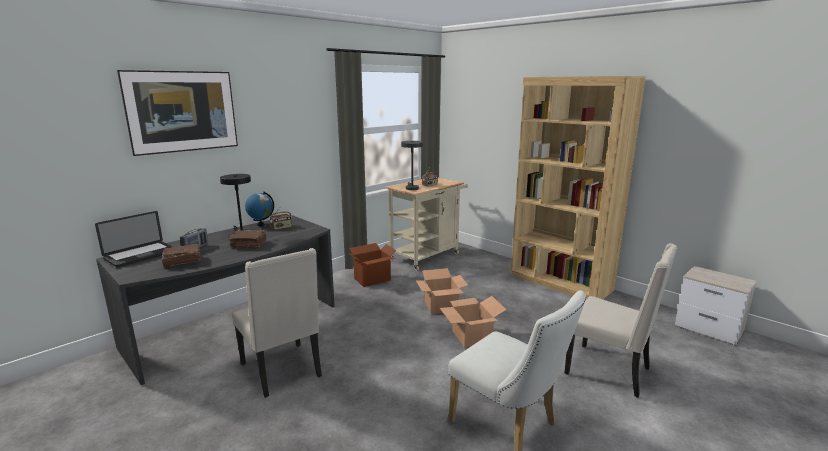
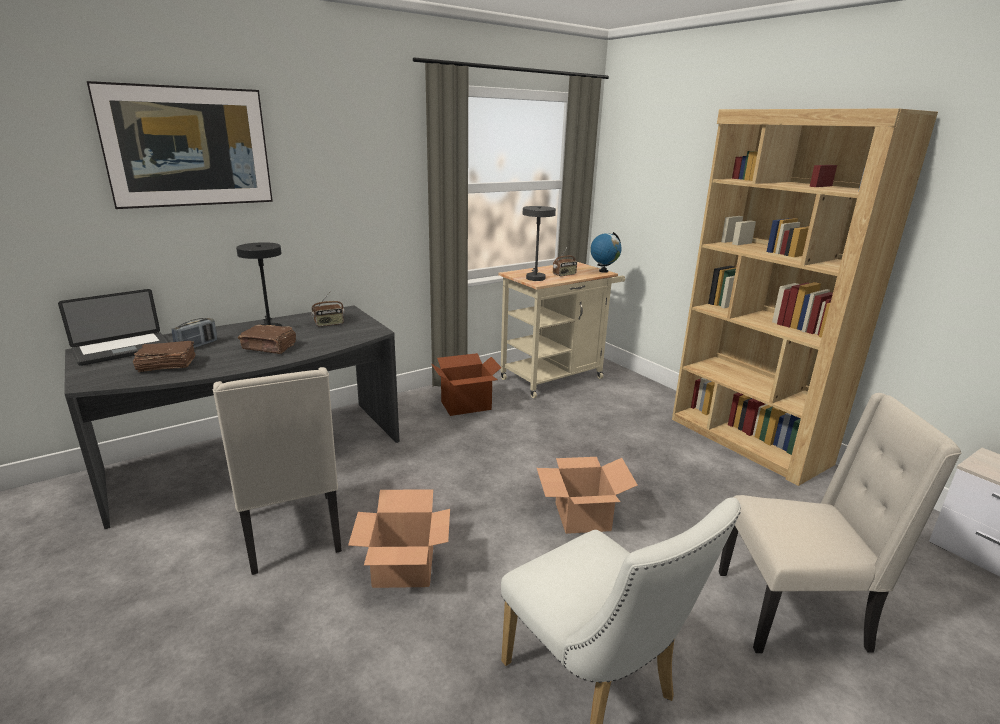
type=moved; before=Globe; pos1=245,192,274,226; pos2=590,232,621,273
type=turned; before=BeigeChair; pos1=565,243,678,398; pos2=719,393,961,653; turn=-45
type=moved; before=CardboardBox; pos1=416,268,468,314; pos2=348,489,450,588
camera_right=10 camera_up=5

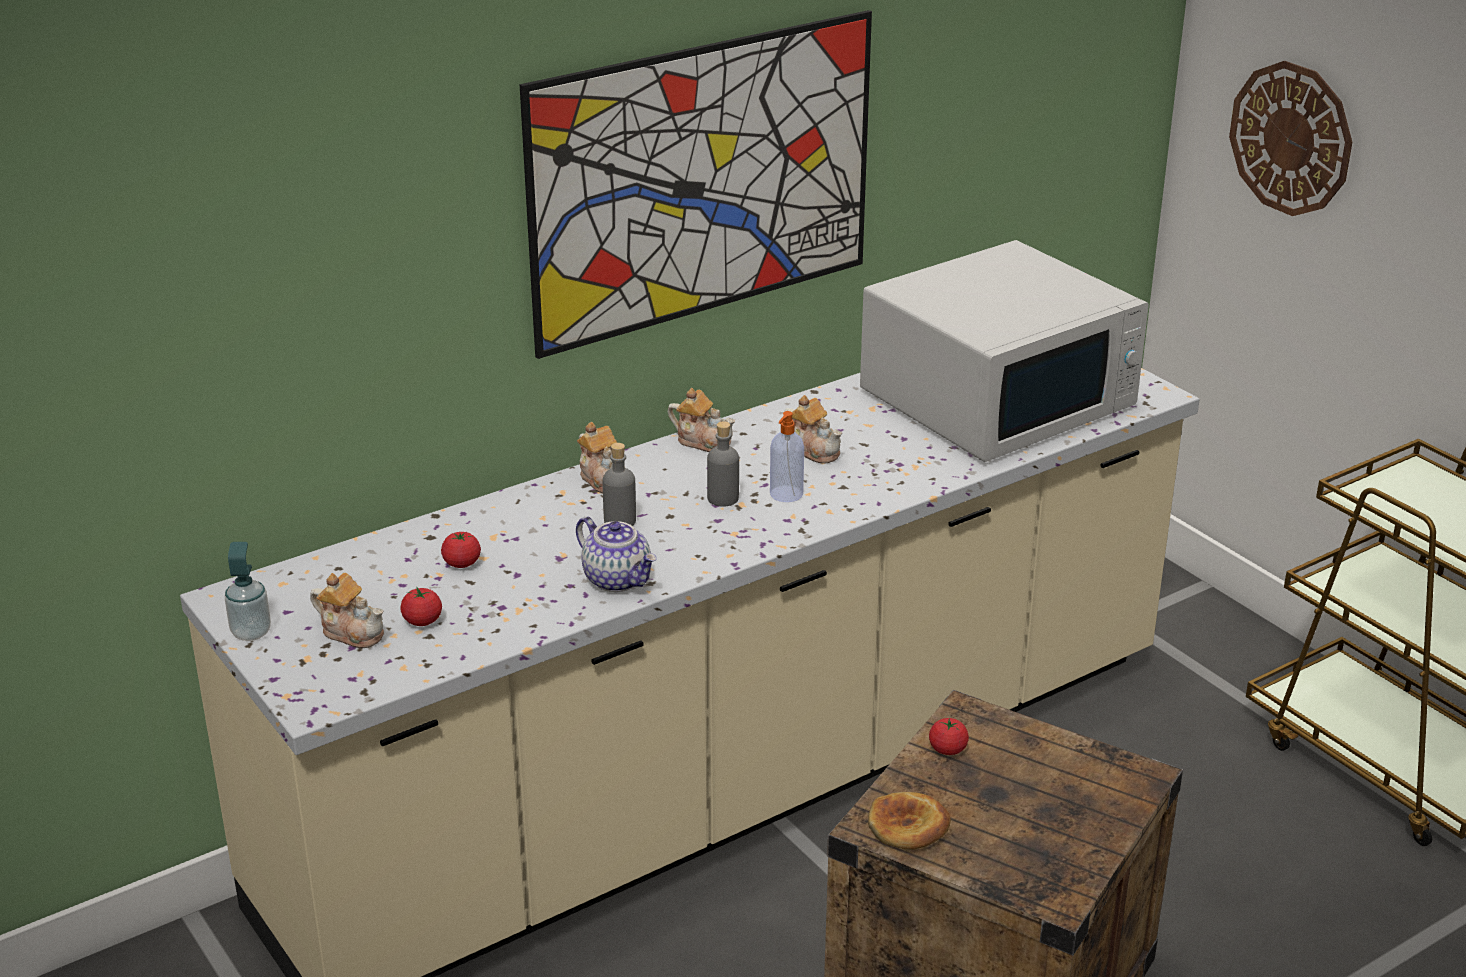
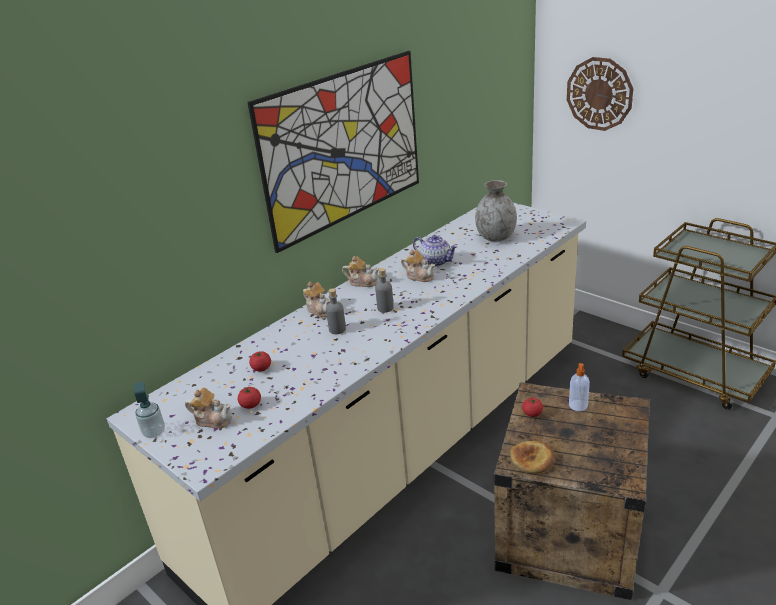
type=replaced; before=WhiteMicrowave; after=GreyVase; pos1=860,240,1149,462; pos2=475,180,517,241
type=moved; before=SoapDispenser; pos1=770,411,804,502; pos2=569,363,590,411
type=moved; before=Teapot; pos1=576,516,657,592; pos2=413,235,458,267
camera_right=-10 camera_up=0

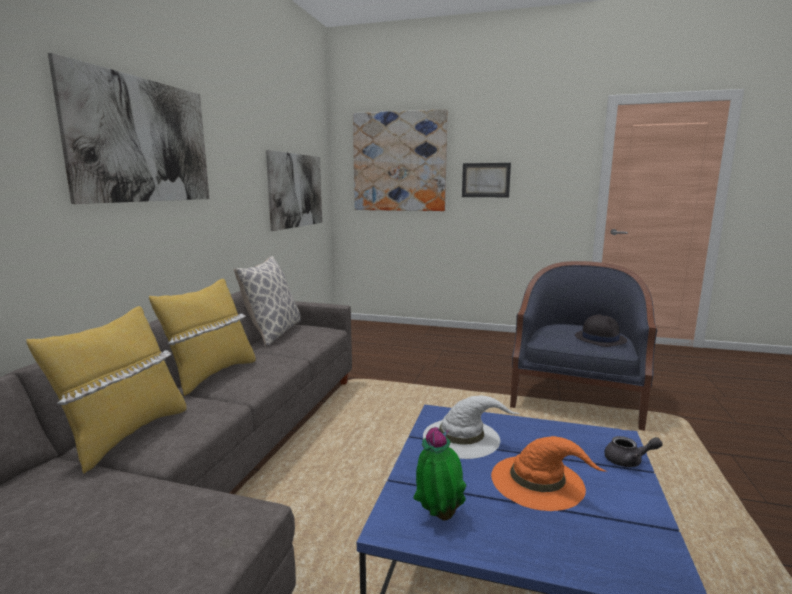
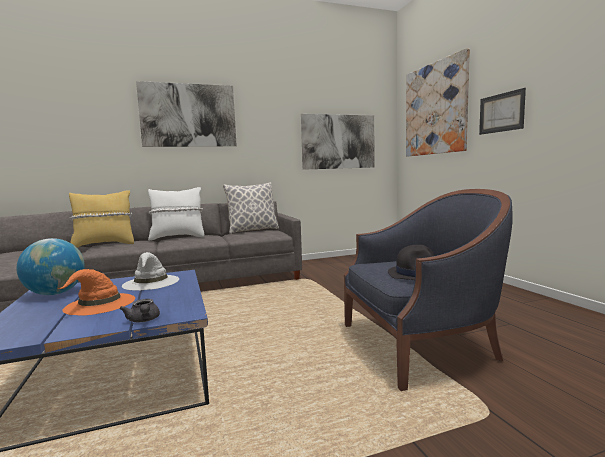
type=recoloured; before=YellowPillow; after=WhitePillow; pos1=149,279,256,396; pos2=148,187,204,241
type=replaced; before=PottedPlant; after=Globe; pos1=413,427,466,520; pos2=16,238,85,295
camera_right=55 camera_up=-5

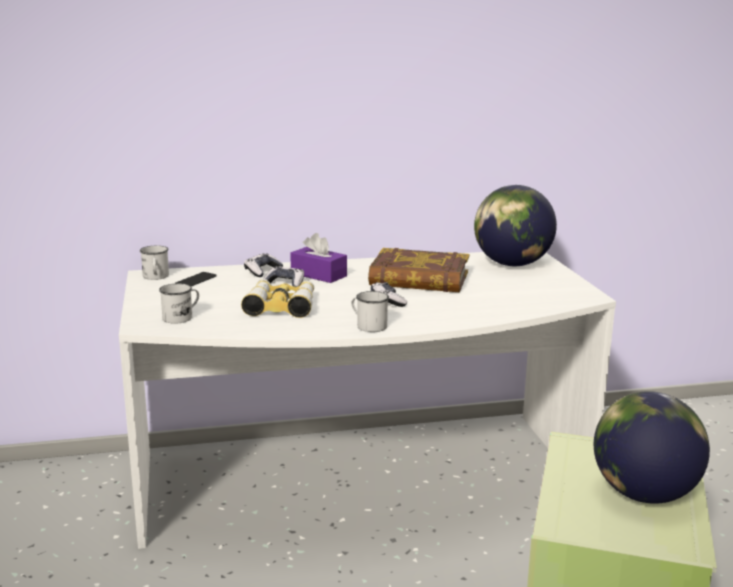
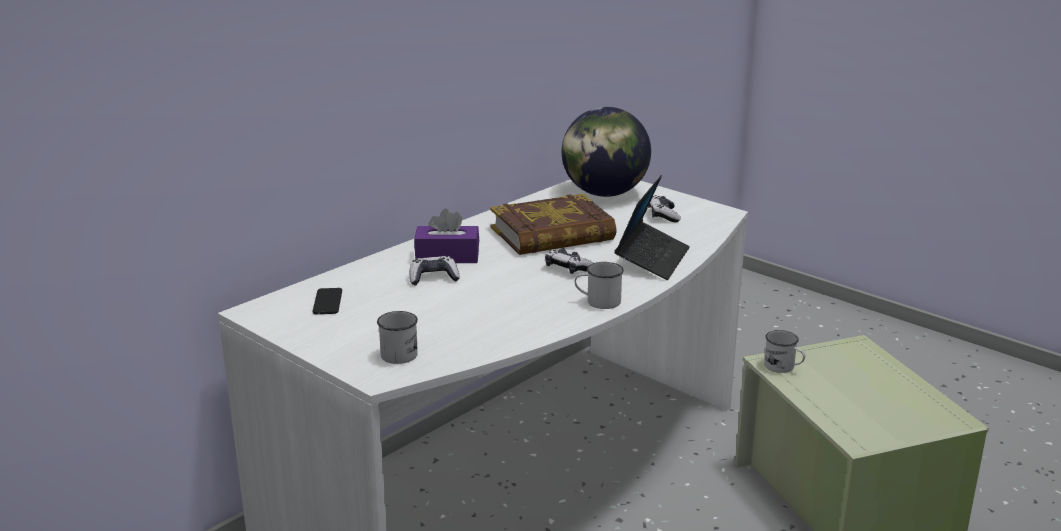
type=moved; before=WhiteMug; pos1=140,245,169,280; pos2=764,330,805,373
type=moved; before=GameController; pos1=244,253,283,277; pos2=648,195,681,222
type=removed; before=Binoculars; pos1=241,279,314,318
type=removed; before=Globe; pos1=594,391,710,504
type=added; after=Laptop; pos2=615,175,690,280
camera_right=-35 camera_up=5

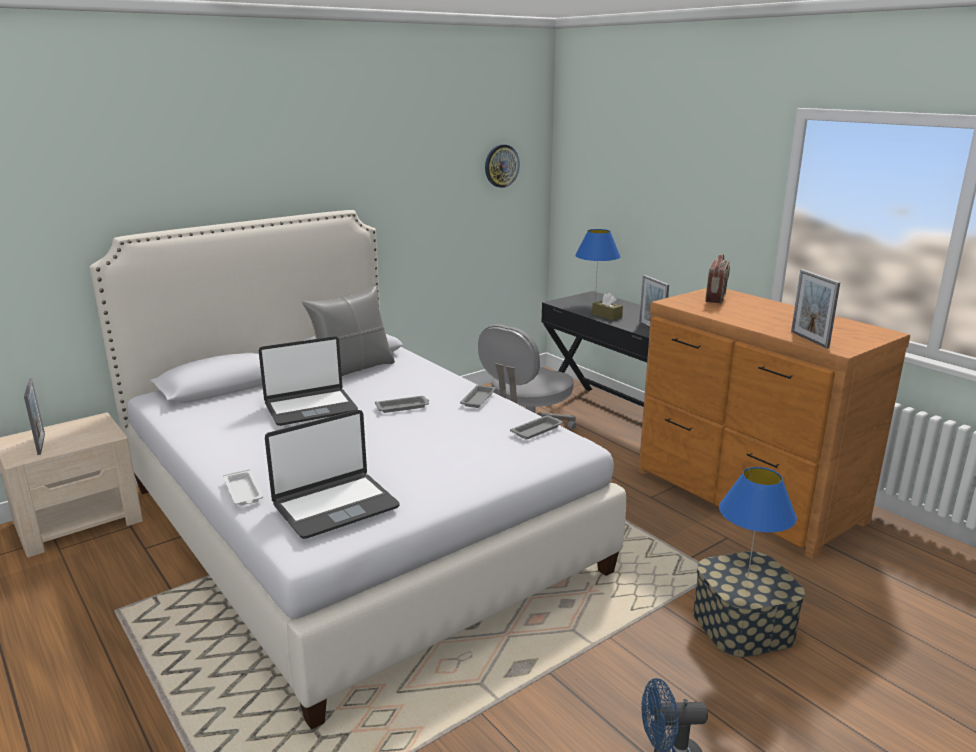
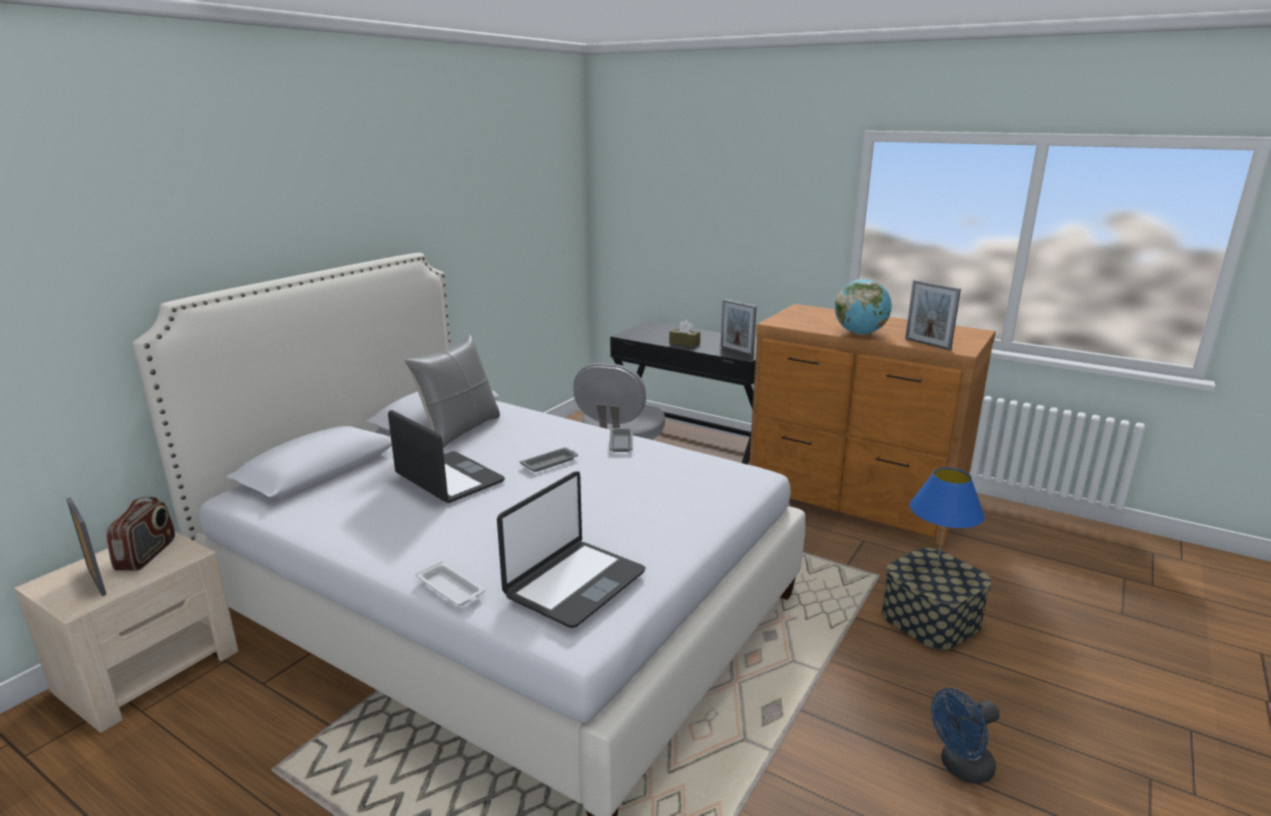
type=removed; before=WallClock; pos1=485,144,520,188
type=removed; before=BlueTableLamp; pos1=575,229,620,301
type=moved; before=Radio; pos1=705,255,730,303; pos2=106,497,175,571
type=turned; before=Laptop; pos1=259,336,358,426; pos2=388,410,505,503; turn=-90
type=removed; before=GreyTray; pos1=510,415,563,439
type=added; after=Globe; pos2=835,279,892,335
camera_right=-20 camera_up=0

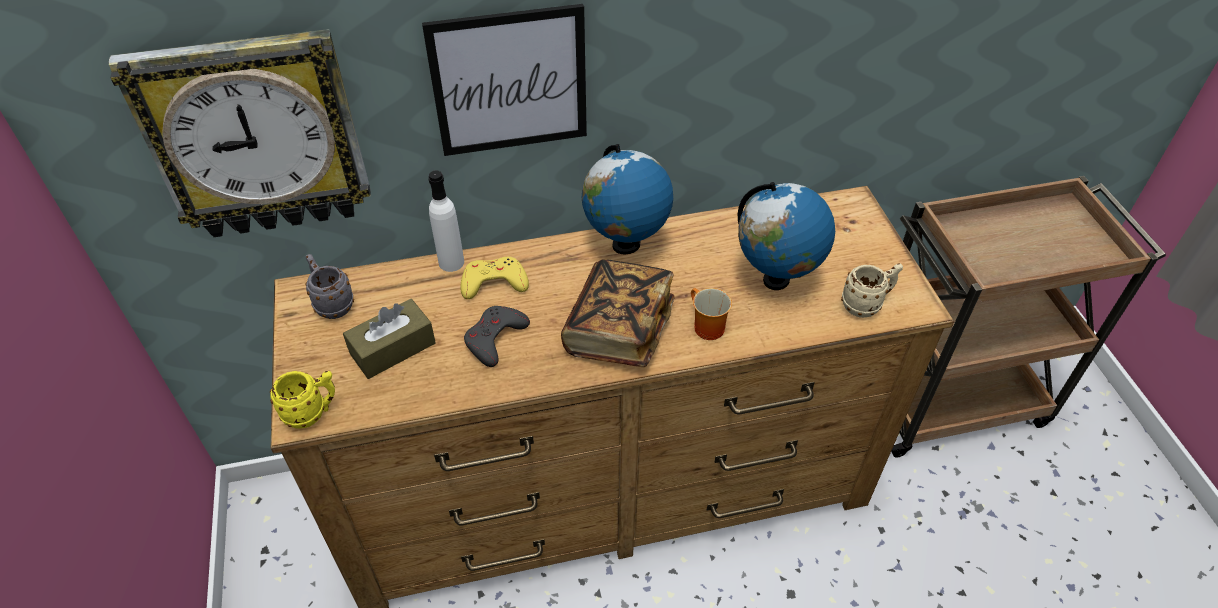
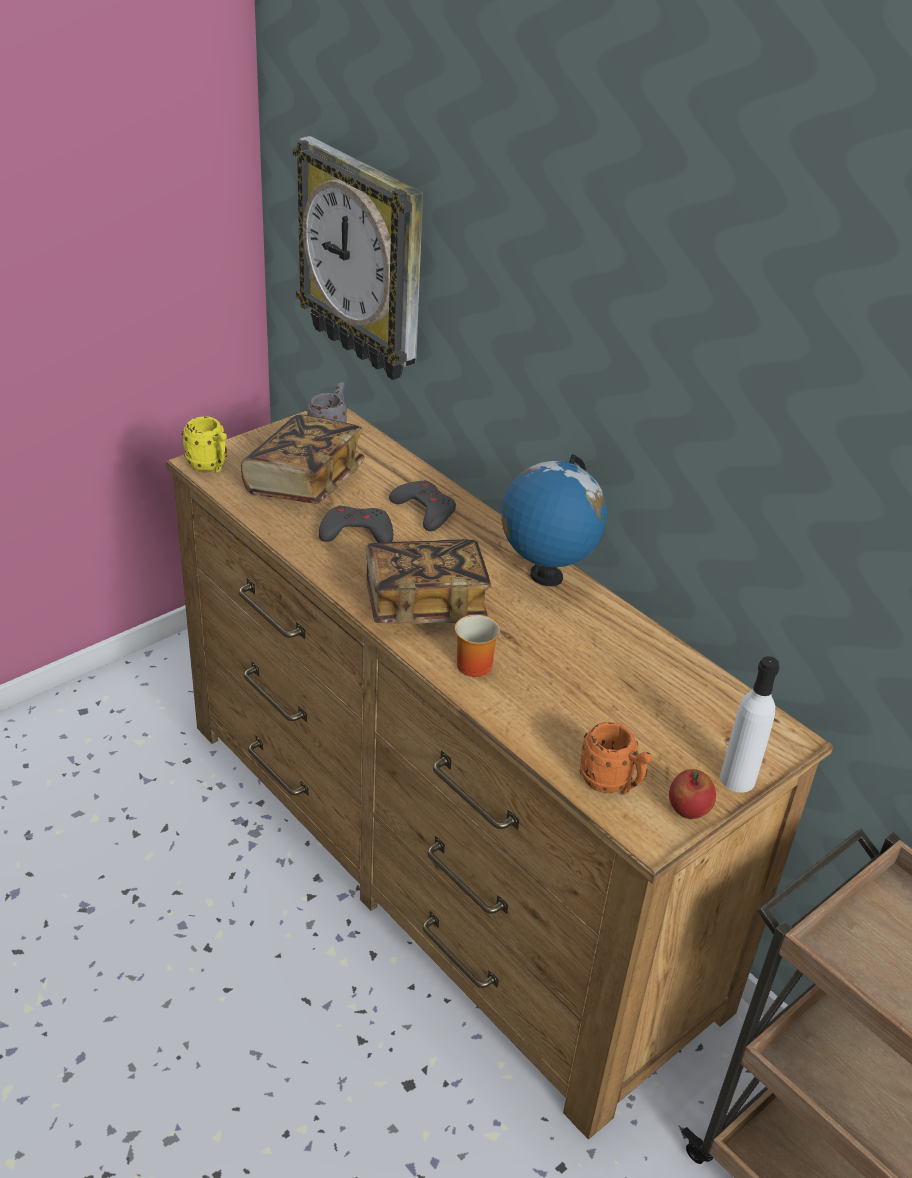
type=removed; before=Picture; pos1=422,4,587,156
type=moved; before=WhiteBottle; pos1=428,170,464,272; pos2=720,656,779,793
type=removed; before=Globe; pos1=738,182,835,290
type=recoloured; before=YellowGameController; after=GreyGameController; pos1=460,257,529,299; pos2=389,480,456,531
type=recoloured; before=BeigeMug; after=OrangeMug; pos1=841,263,903,318; pos2=580,722,652,795
type=replaced; before=BrownTissueBox; after=Book; pos1=343,299,436,379; pos2=241,415,365,504
type=added; after=Apple; pos2=669,769,716,819
camera_right=60 camera_up=-10

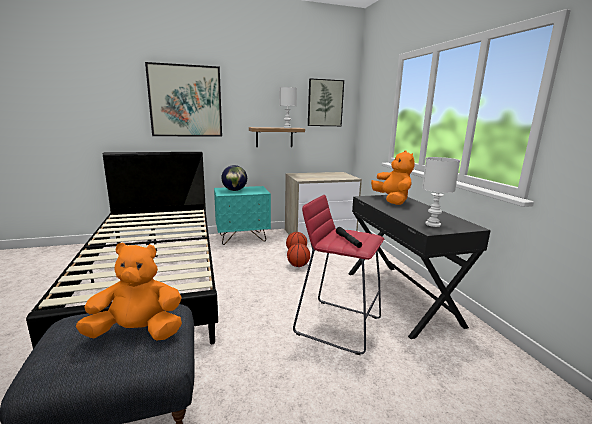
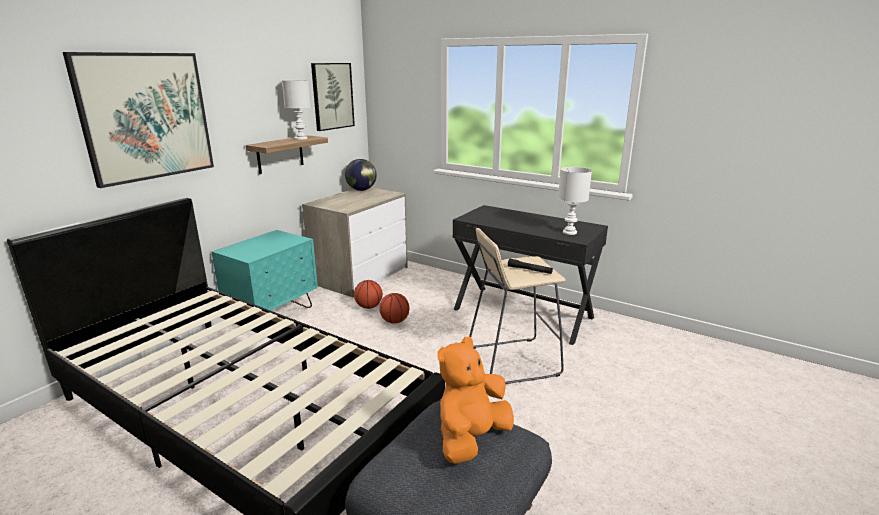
type=removed; before=OrangePlushToy; pos1=371,151,414,205
type=moved; before=Globe; pos1=221,165,247,191; pos2=345,159,377,191
type=recoloured; before=RedStool; after=BeigeStool; pos1=293,195,384,355; pos2=469,228,566,384
camera_right=-40 camera_up=5

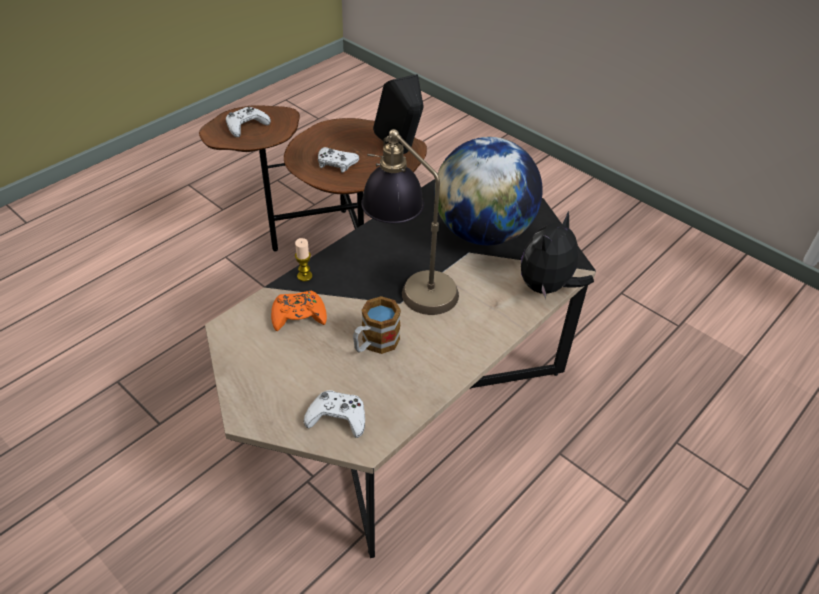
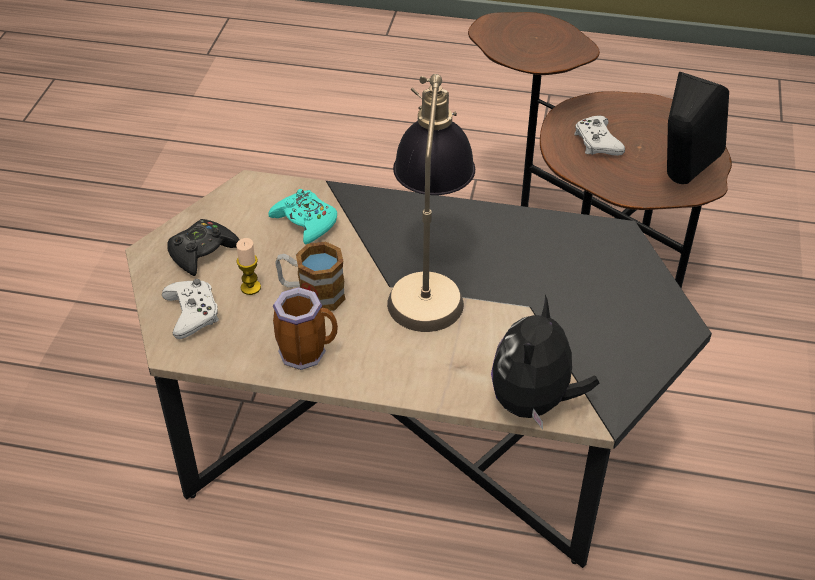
type=removed; before=WhiteGameController; pos1=226,107,271,137
type=removed; before=Globe; pos1=434,137,543,245
type=turned; before=PlushToy; pos1=521,211,594,299; pos2=491,294,599,430; turn=-75
type=moved; before=Candle; pos1=295,238,312,281; pos2=236,238,261,295
type=recoloured; before=OrangeGameController; after=TurquoiseGameController; pos1=271,291,327,331; pos2=268,189,337,245
type=added; after=BlackGameController; pos2=167,219,239,276
type=added; after=Mug; pos2=273,287,338,370
camera_right=60 camera_up=0

